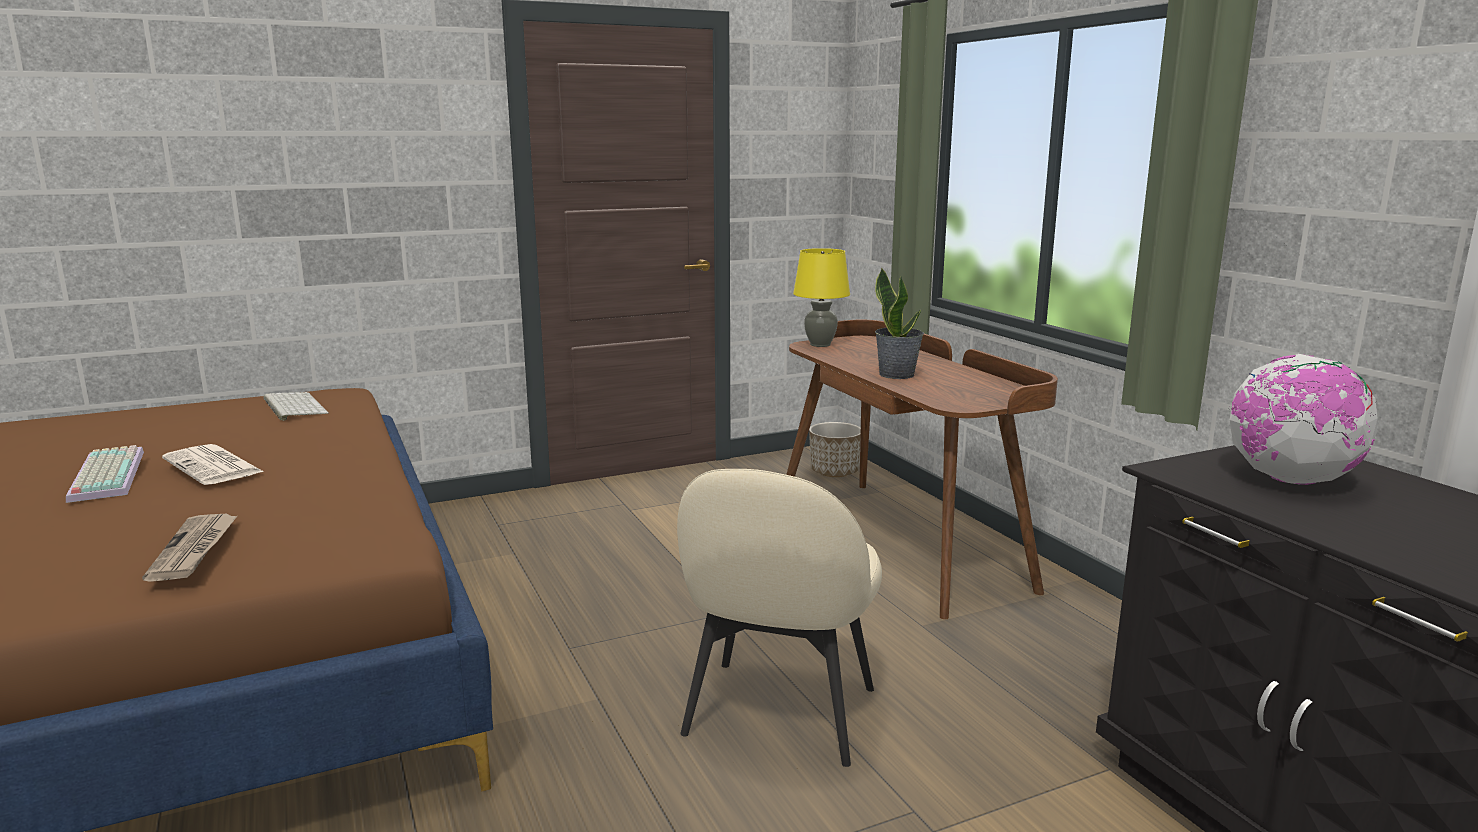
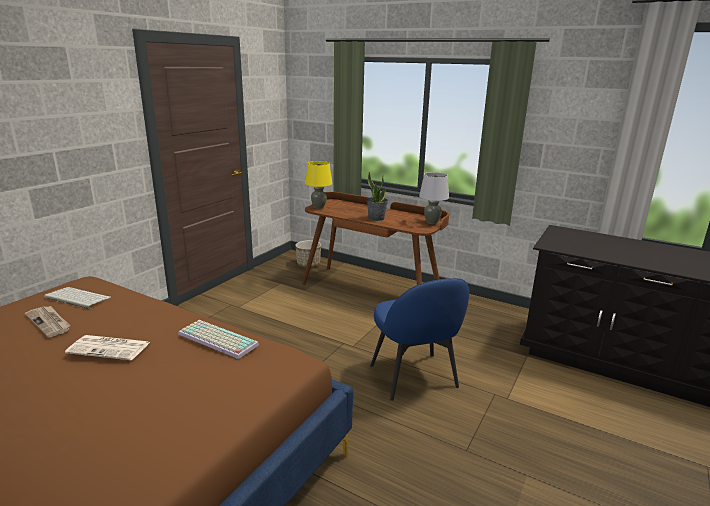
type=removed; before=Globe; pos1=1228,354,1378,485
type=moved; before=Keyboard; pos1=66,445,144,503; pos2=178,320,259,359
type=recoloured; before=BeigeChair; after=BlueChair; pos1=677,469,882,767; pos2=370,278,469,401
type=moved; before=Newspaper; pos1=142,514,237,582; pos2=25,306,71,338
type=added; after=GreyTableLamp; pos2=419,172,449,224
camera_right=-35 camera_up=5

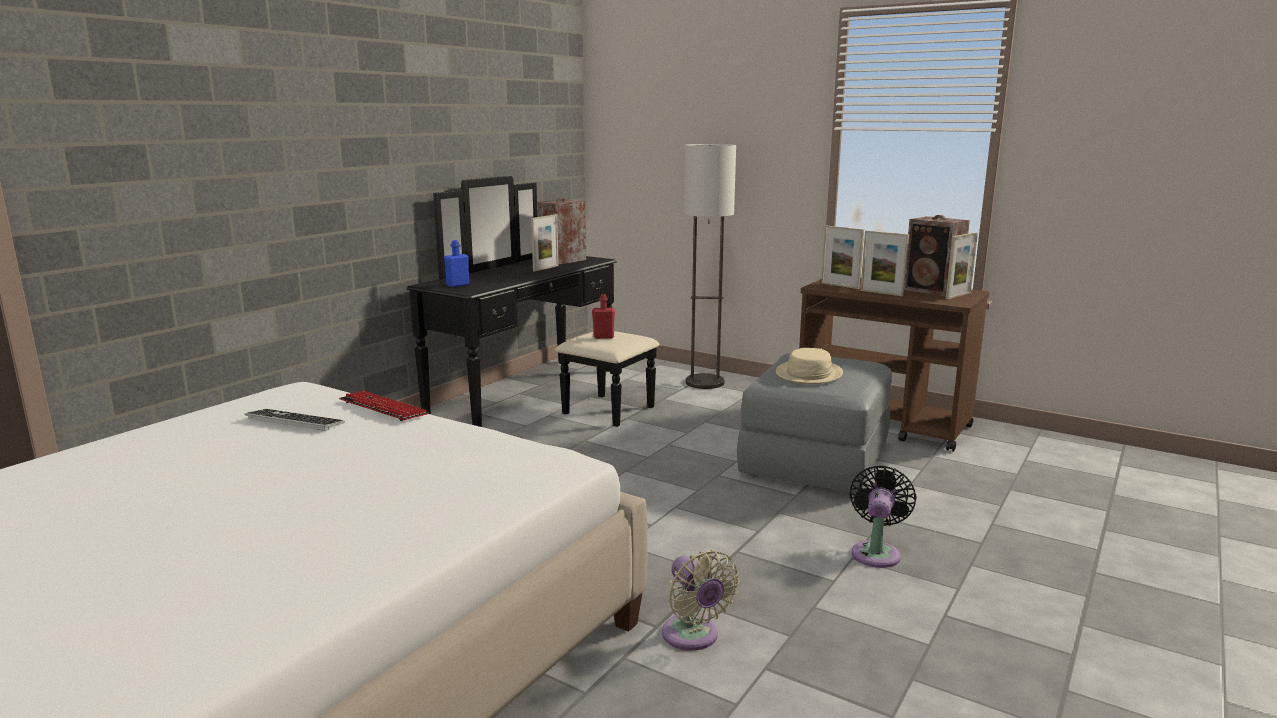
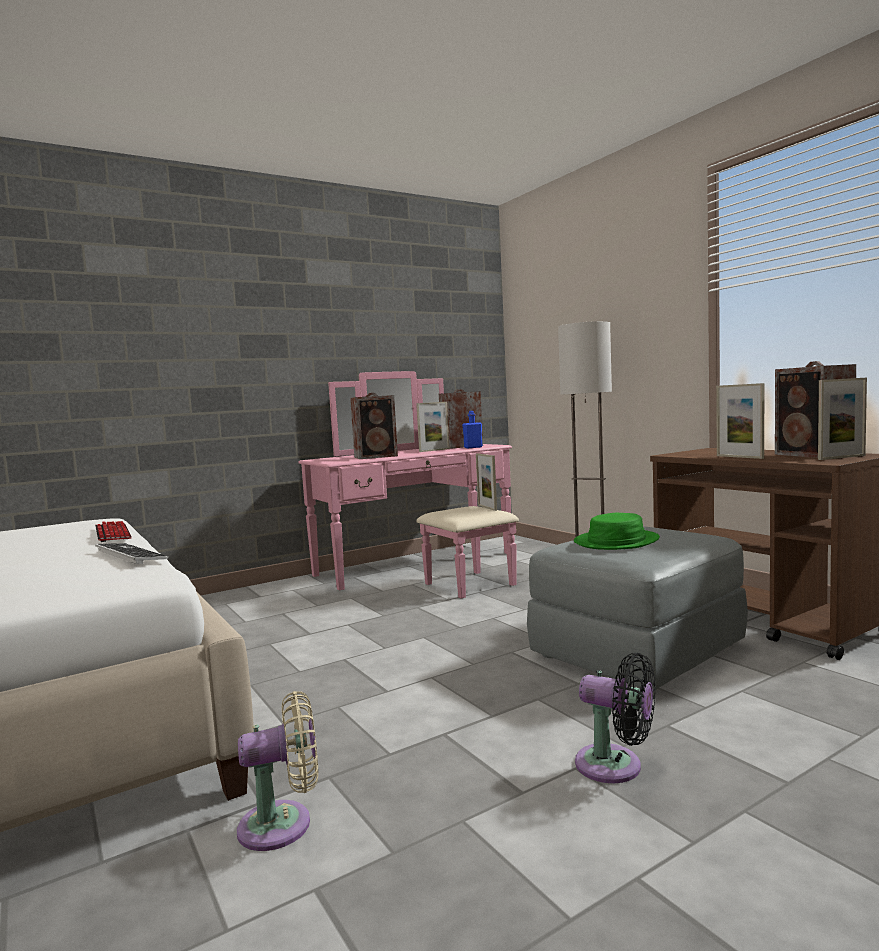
type=recoloured; before=BlackDresser; after=PinkDresser; pos1=407,176,660,427; pos2=298,371,519,599
type=moved; before=PictureFrame; pos1=821,226,864,289; pos2=476,453,497,511
type=moved; before=BlueBottle; pos1=444,240,469,287; pos2=462,411,482,448
type=removed; before=RedBottle; pos1=592,294,615,339
type=recoloured; before=BeigeHat; after=GreenHat; pos1=776,348,843,384; pos2=574,513,660,550
type=moved; before=Keyboard; pos1=245,409,345,431; pos2=95,543,168,564
type=turned; before=BlackFan; pos1=850,465,917,568; pos2=575,653,656,783; turn=75
type=turned; before=BeigeFan; pos1=662,550,739,651; pos2=237,691,318,851; turn=-105
type=added; after=Speaker; pos2=350,393,398,459
camera_right=25 camera_up=-10

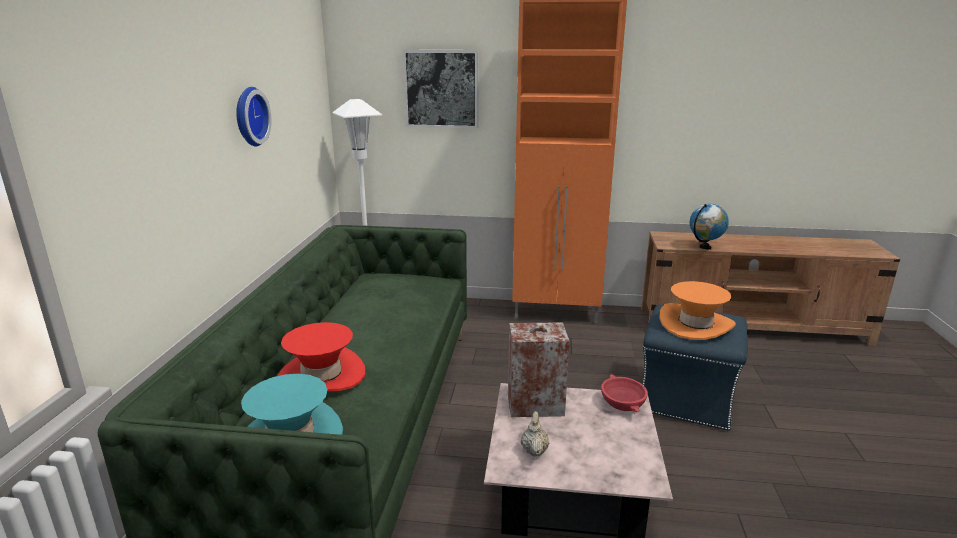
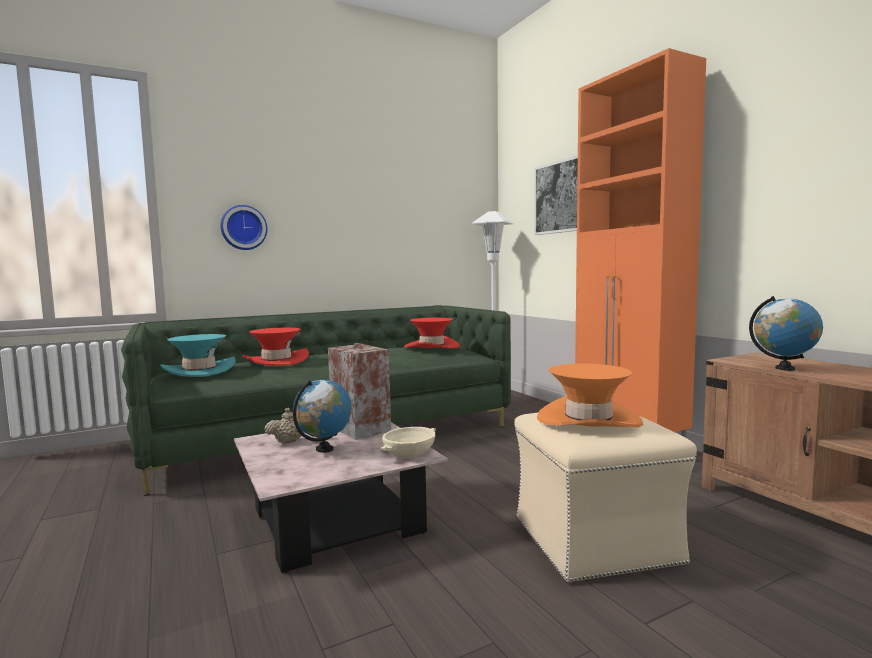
type=moved; before=WallClock; pos1=236,87,272,146; pos2=220,205,267,250
type=recoloured; before=BlueOttoman; after=BeigeOttoman; pos1=642,304,748,431; pos2=514,412,697,582
type=recoloured; before=RedBowl; after=BeigeBowl; pos1=601,374,648,412; pos2=380,427,436,458
type=added; after=RedHat; pos2=404,318,460,348
type=added; after=Globe; pos2=293,380,352,453
camera_right=55 camera_up=-15

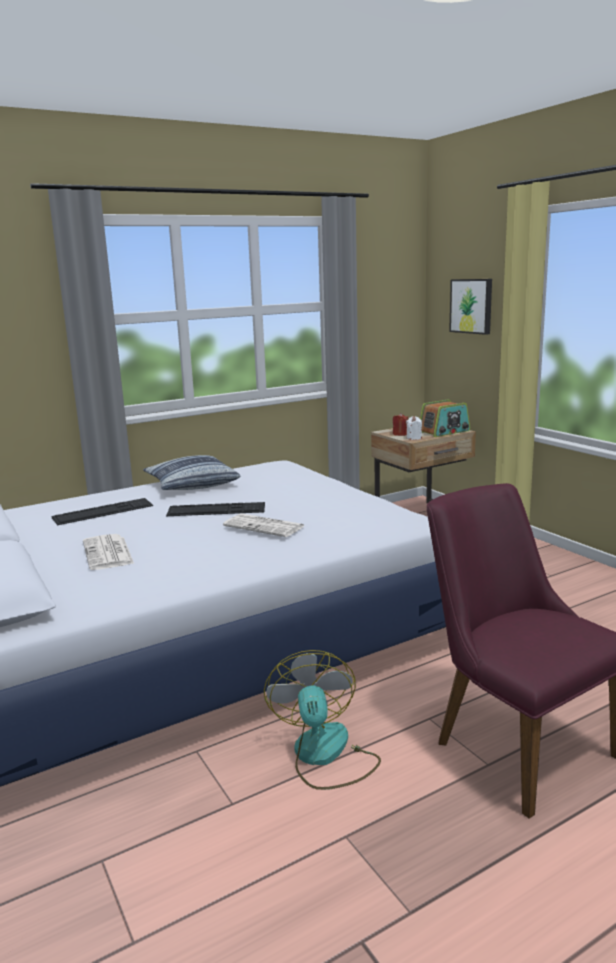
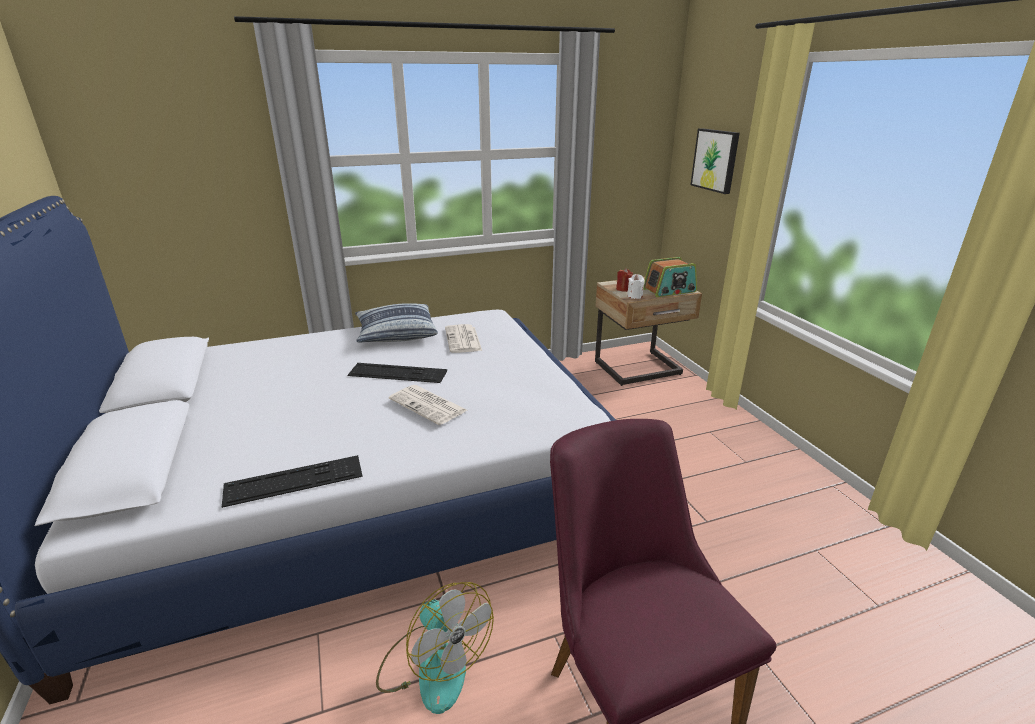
type=moved; before=Keyboard; pos1=51,498,153,525; pos2=222,455,363,508
type=moved; before=Newspaper; pos1=83,534,134,570; pos2=445,324,482,353
type=turned; before=Fan; pos1=264,650,381,790; pos2=376,582,494,714; turn=135
camera_right=10 camera_up=10

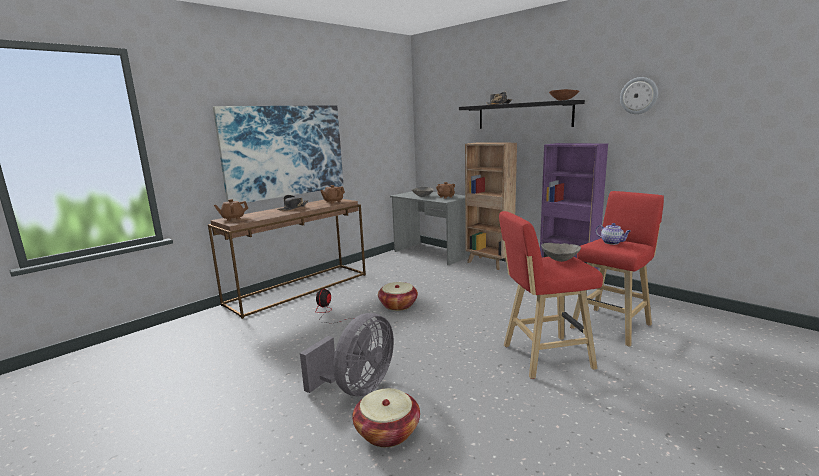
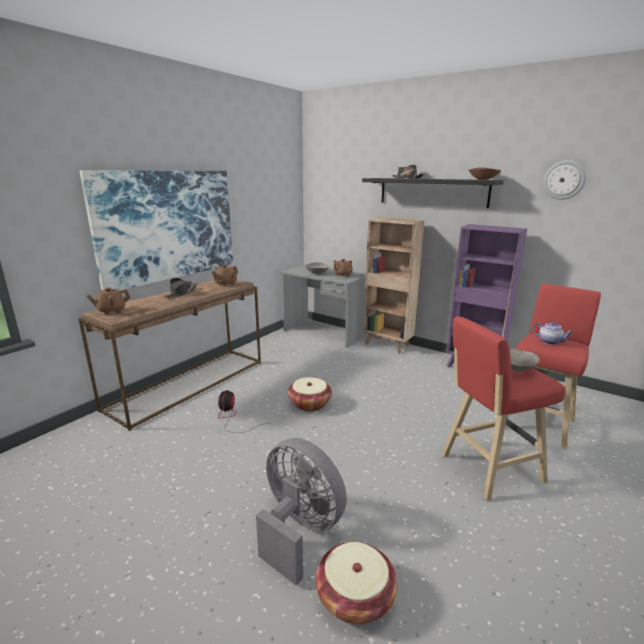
type=turned; before=GreyFan; pos1=300,313,394,397; pos2=256,438,347,586; turn=-75
camera_right=-10 camera_up=5

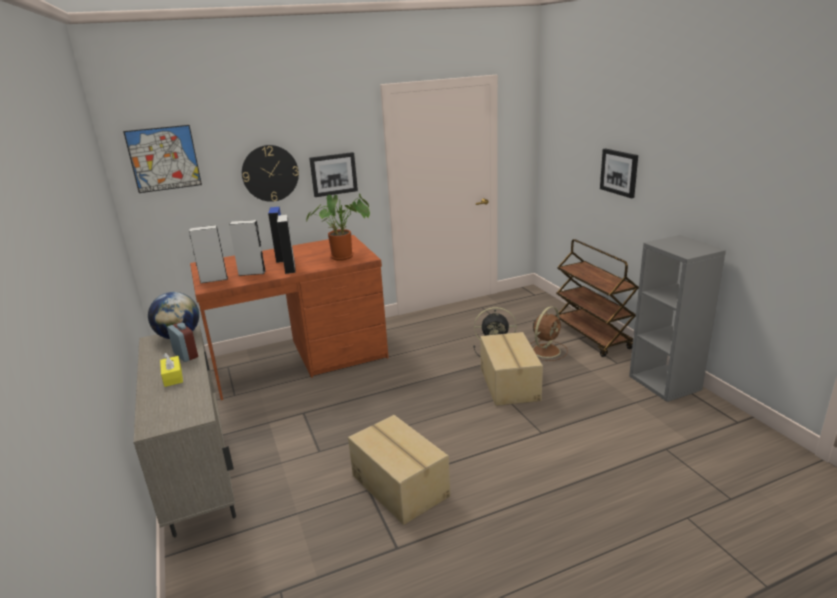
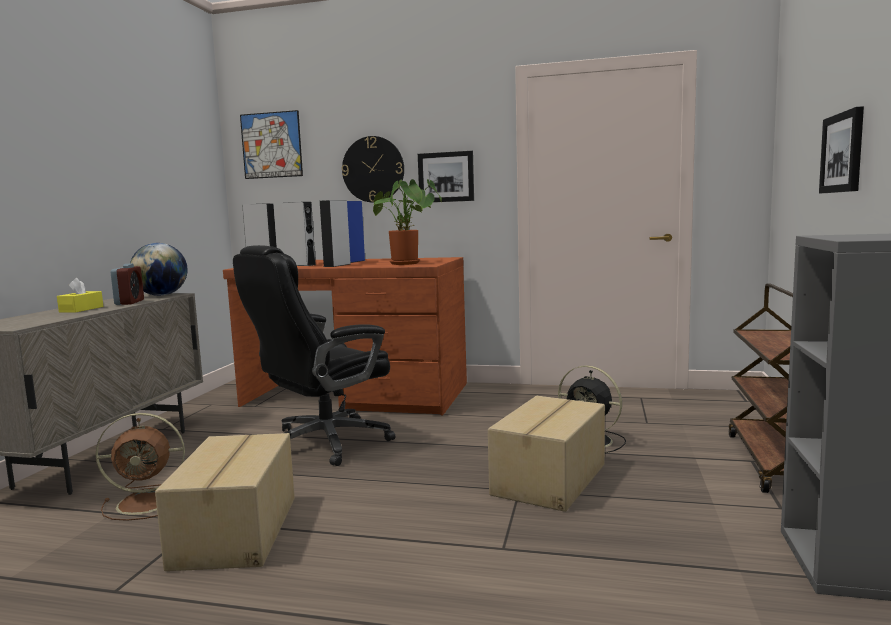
type=moved; before=BrownFan; pos1=530,306,568,361; pos2=96,413,185,521
type=added; after=BlackOfficeChair; pos2=233,245,395,466
camera_right=35 camera_up=-15

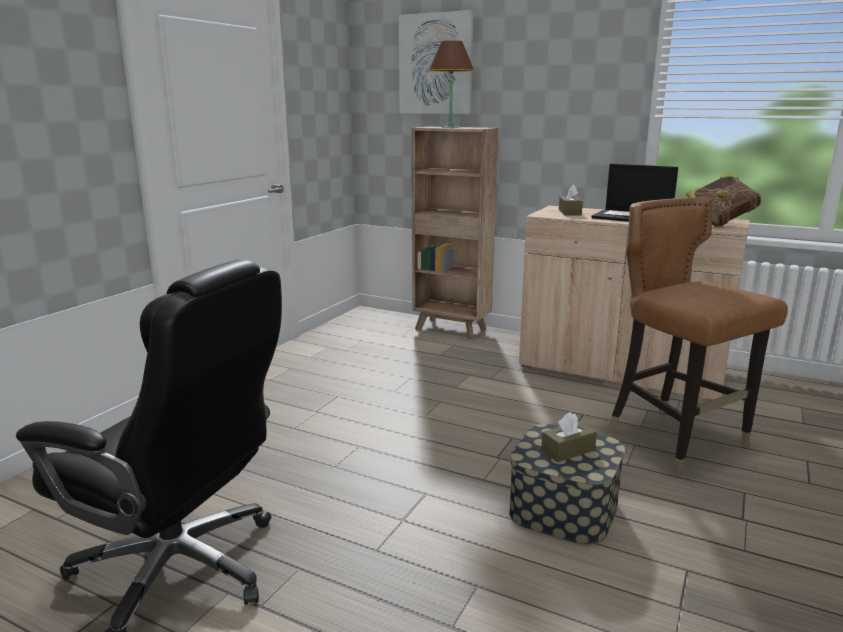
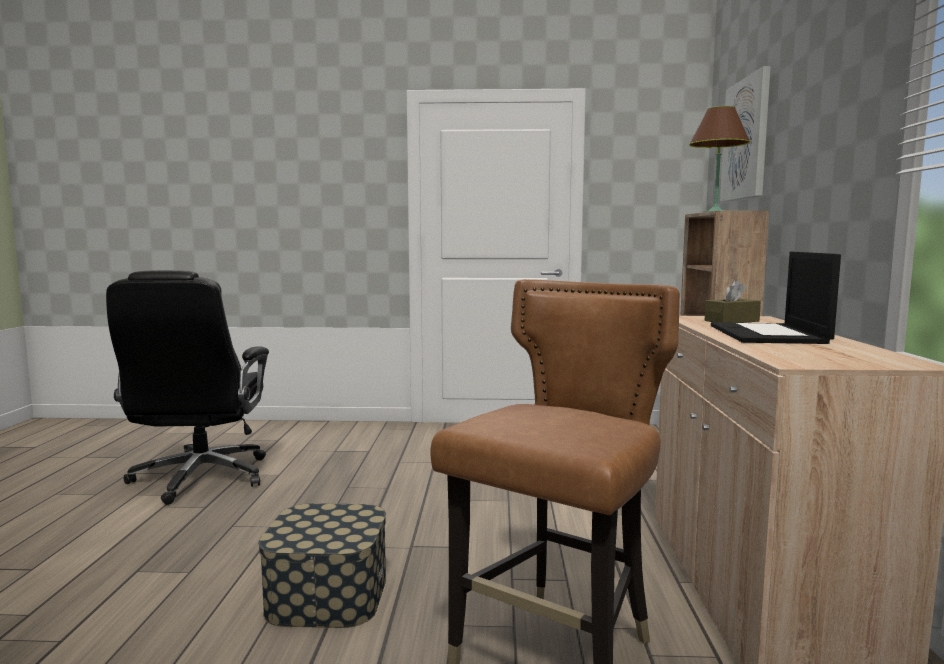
type=removed; before=Book; pos1=686,172,761,227
type=removed; before=BrownTissueBox; pos1=541,412,597,462
camera_right=65 camera_up=-10

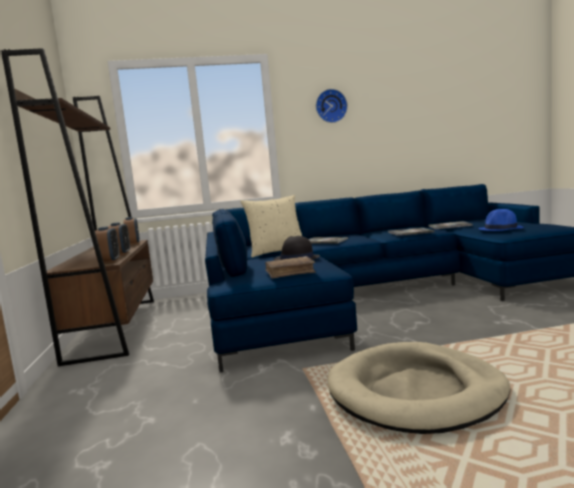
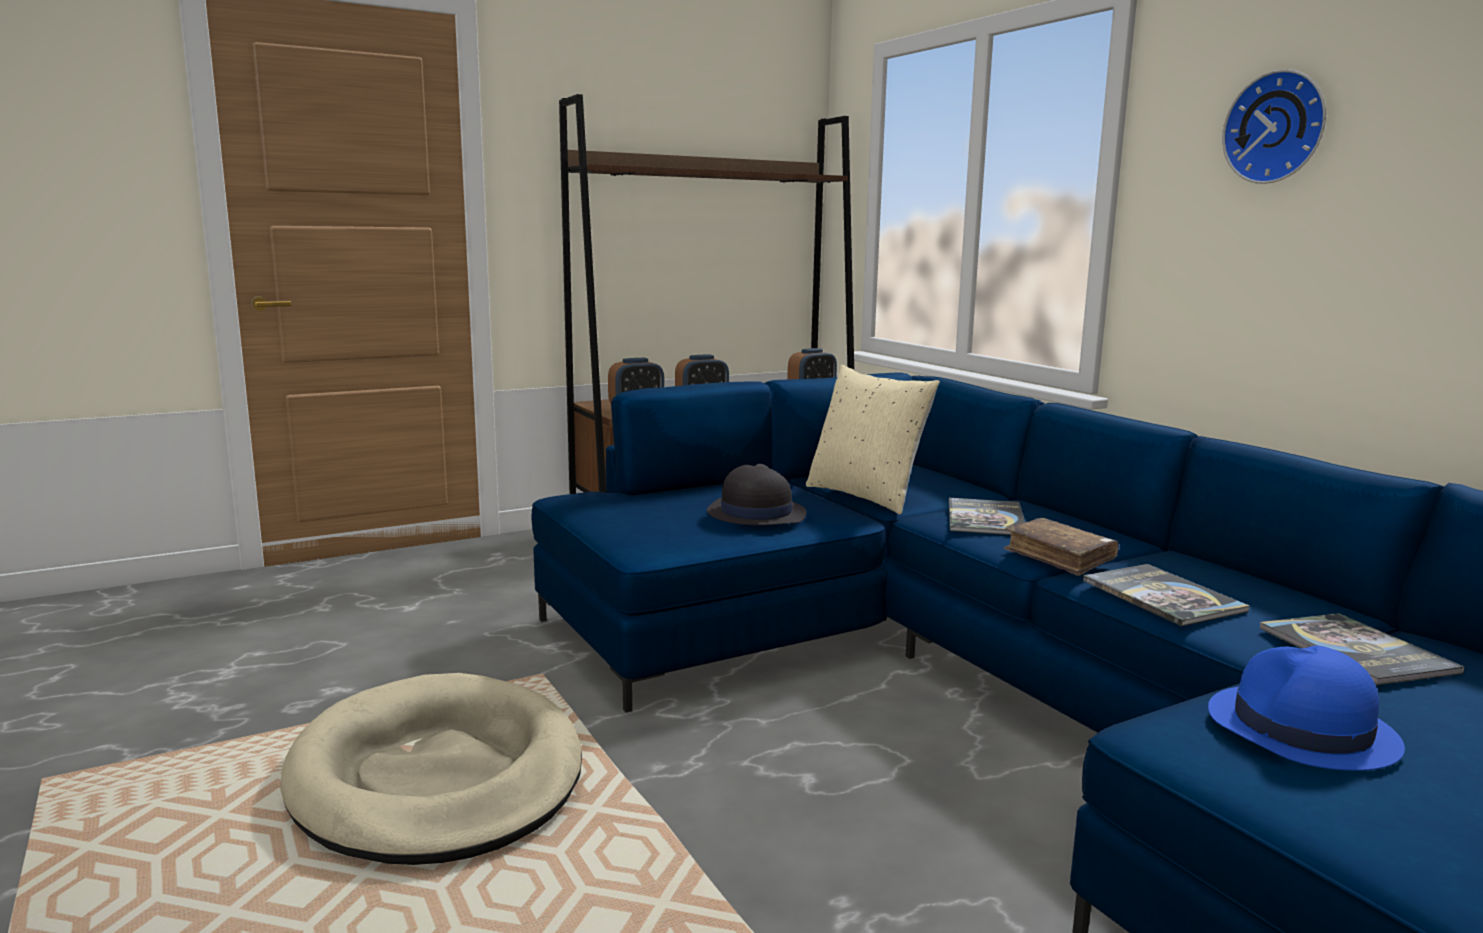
type=moved; before=BrownBook; pos1=265,256,316,279; pos2=1004,518,1119,576
camera_right=70 camera_up=5

